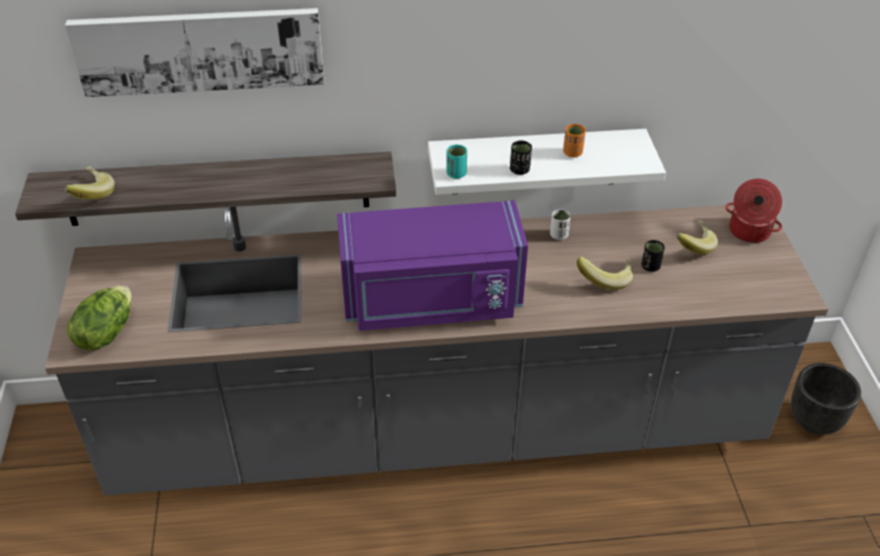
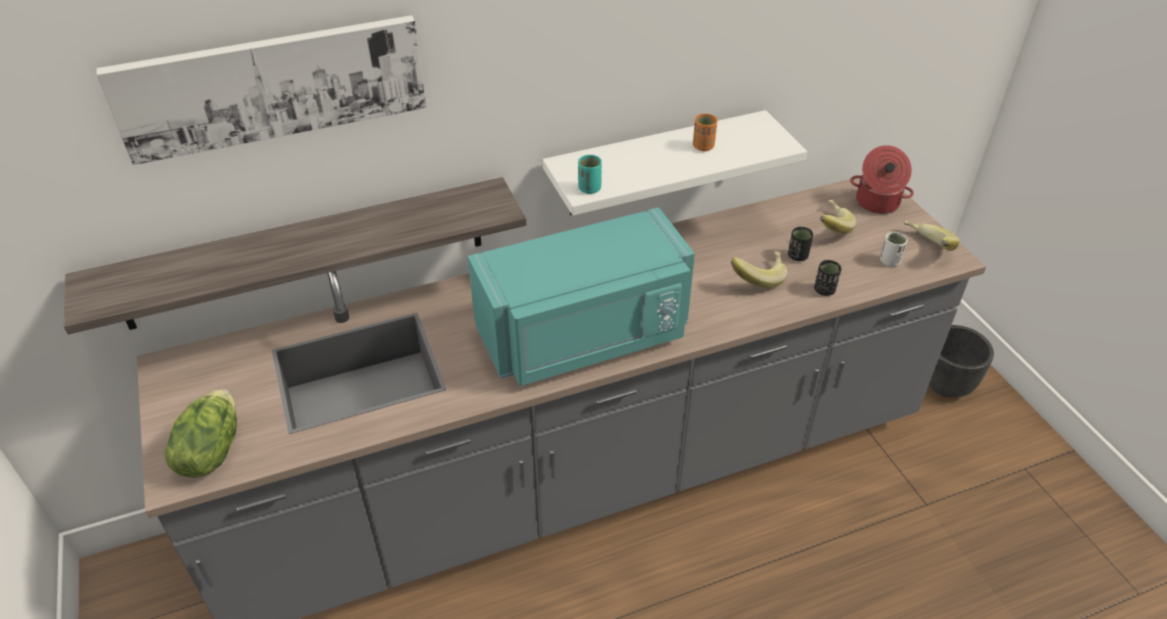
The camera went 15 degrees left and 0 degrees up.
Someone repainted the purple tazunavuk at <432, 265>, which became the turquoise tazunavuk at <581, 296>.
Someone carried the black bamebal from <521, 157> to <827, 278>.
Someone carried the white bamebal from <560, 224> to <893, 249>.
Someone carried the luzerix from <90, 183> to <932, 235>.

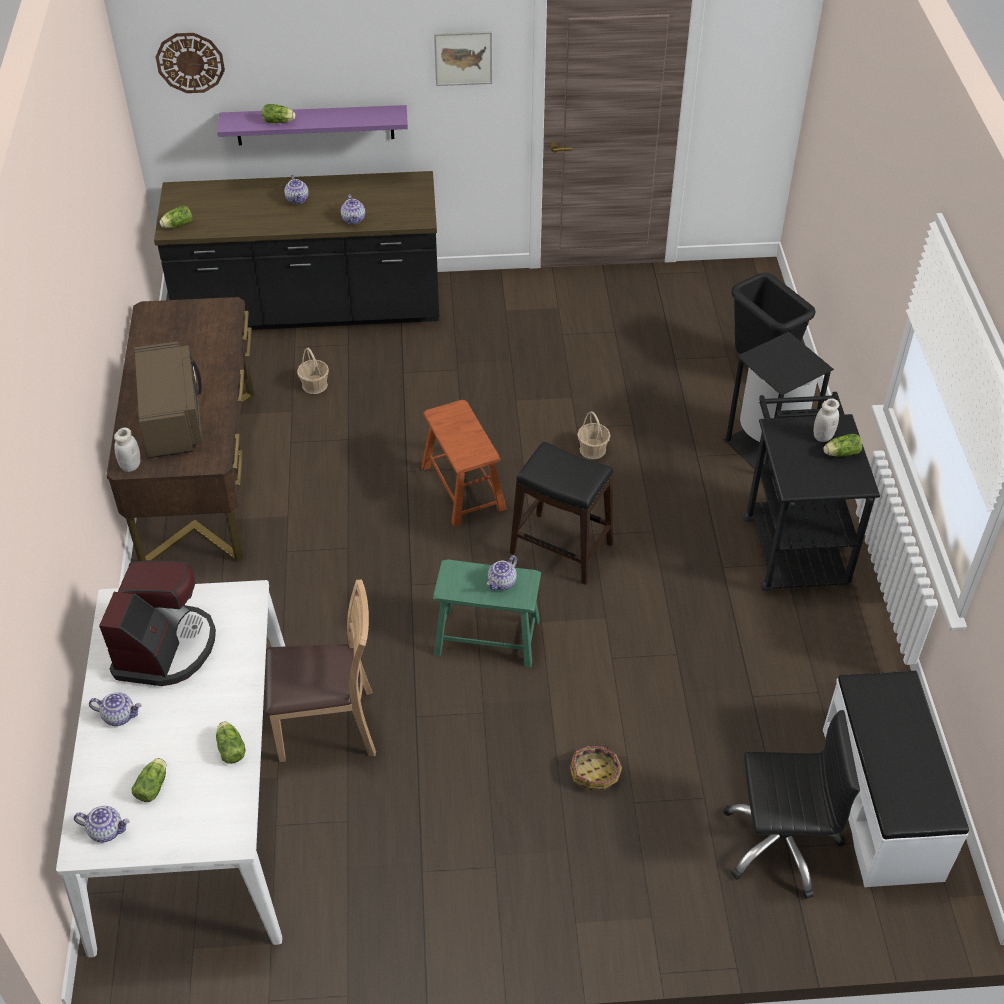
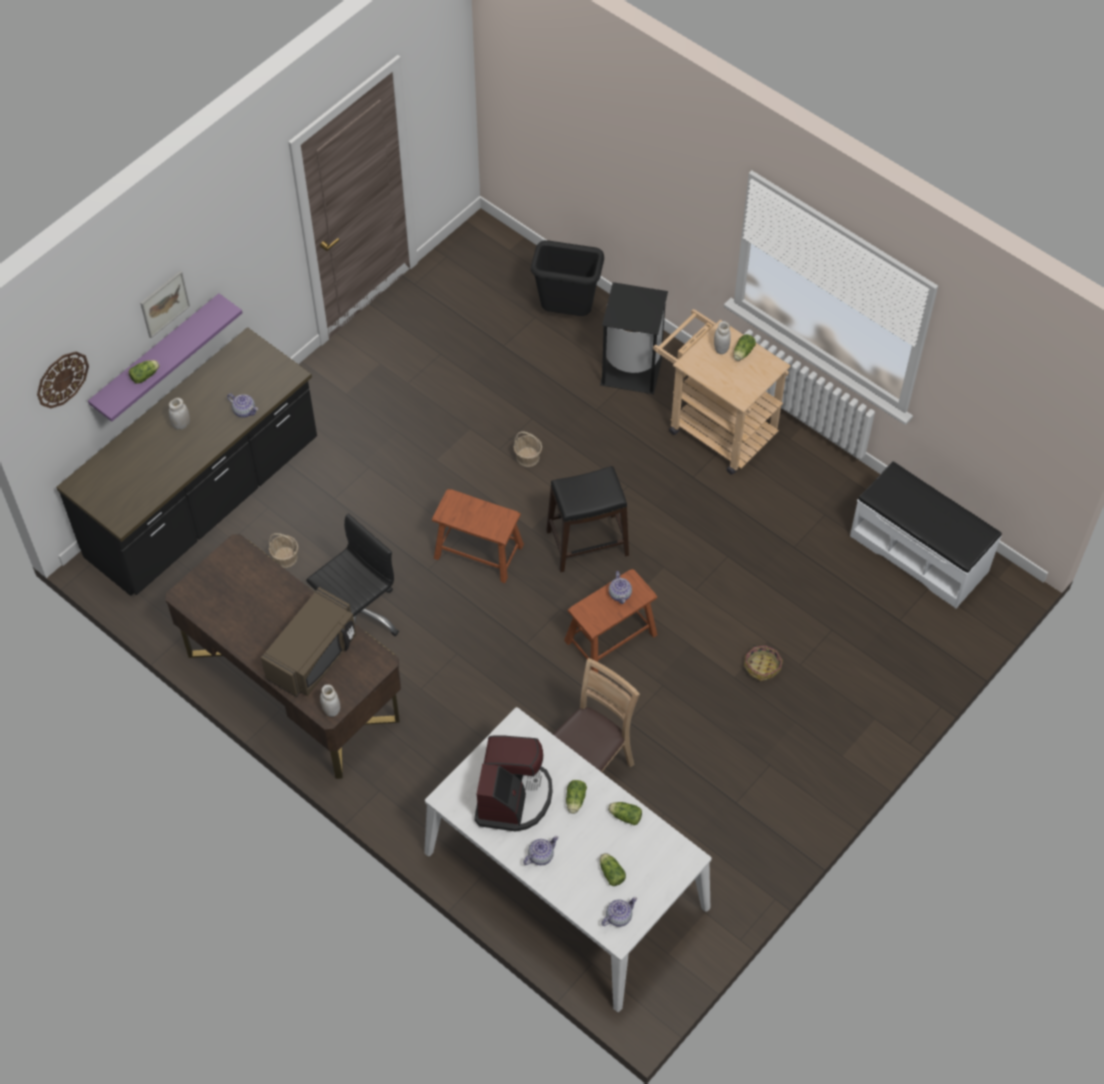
The camera went 45 degrees left and 10 degrees up.
Someone carried the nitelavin from <463, 58> to <165, 304>.
Someone swapped the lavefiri at <296, 189> for the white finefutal at <179, 414>.
Someone rotated the brown tazunavuk at <169, 400> by 90 degrees clockwise.
Someone carried the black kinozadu from <791, 804> to <352, 574>.
Someone rotated the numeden at <157, 623> by 45 degrees clockwise.
Someone repainted the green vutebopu at <487, 613>, which became the brown vutebopu at <610, 621>.
Someone carried the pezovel from <176, 217> to <576, 797>.
Someone repainted the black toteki at <812, 491>, which became the beige toteki at <722, 391>.

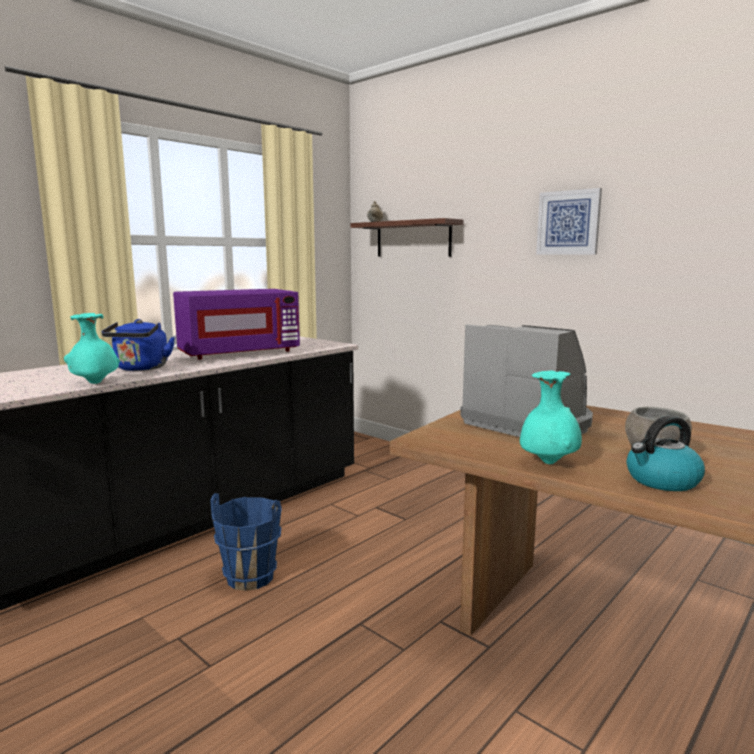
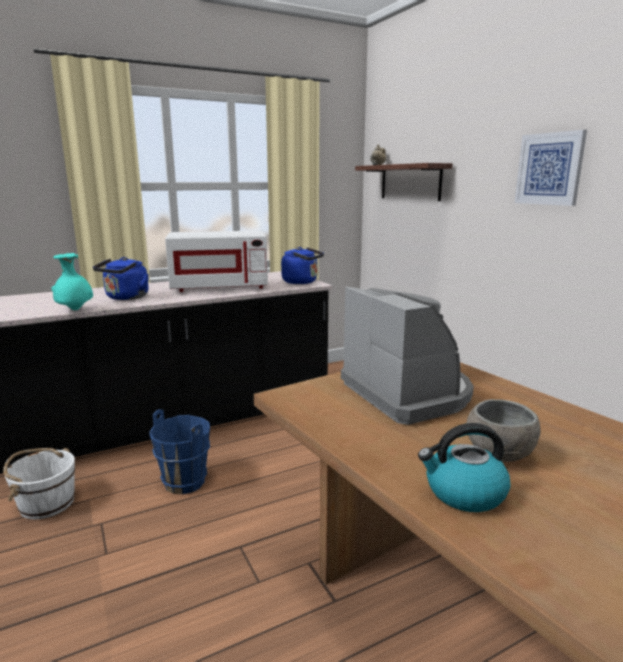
The camera went 20 degrees right and 5 degrees up.
Someone put down the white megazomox at <39, 483>.
Someone repainted the purple tazunavuk at <236, 324>, which became the white tazunavuk at <216, 261>.
Someone put down the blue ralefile at <302, 265>.
Someone took away the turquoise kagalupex at <551, 417>.

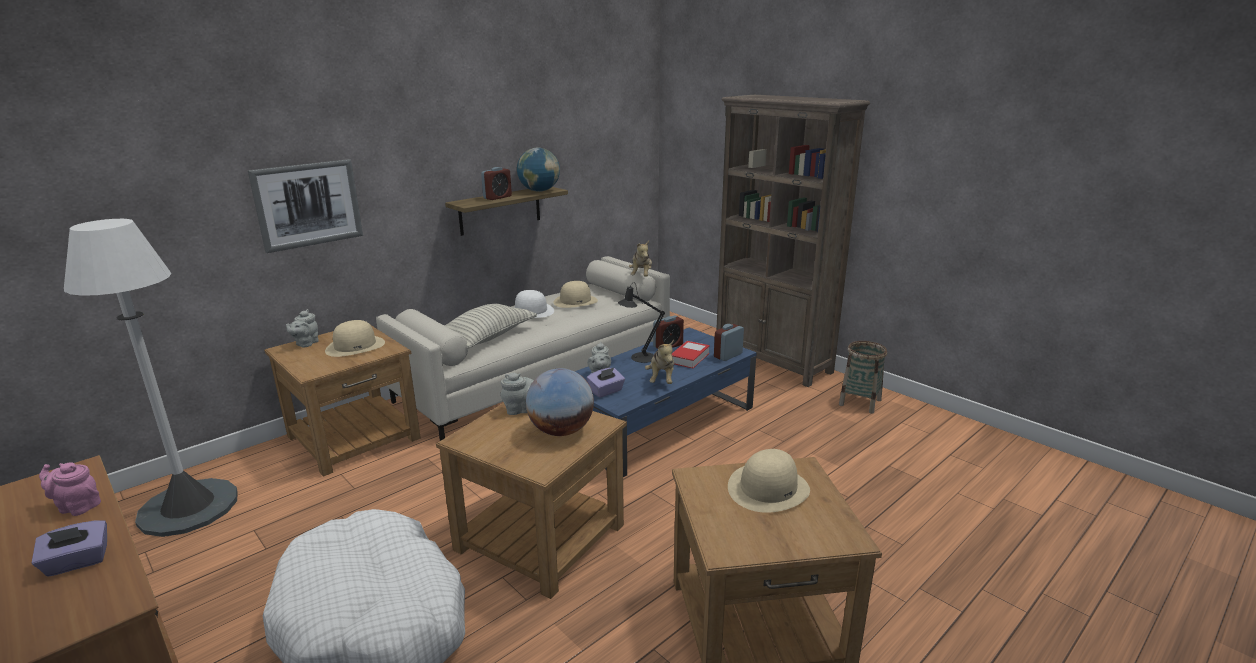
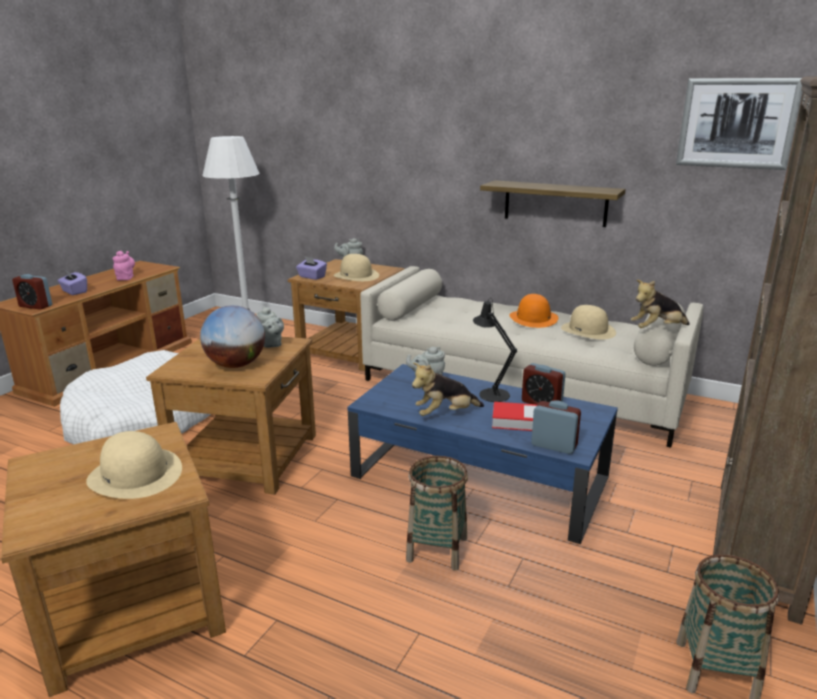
The camera went 70 degrees right and 0 degrees up.
Someone carried the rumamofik from <496, 183> to <32, 292>.
Someone carried the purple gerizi from <606, 383> to <311, 268>.
Someone put down the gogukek at <437, 513>.
Someone repainted the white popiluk at <533, 304>, which became the orange popiluk at <533, 311>.
Someone carried the nitelavin from <305, 206> to <739, 124>.
Someone took away the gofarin at <491, 326>.
Someone took away the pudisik at <538, 170>.

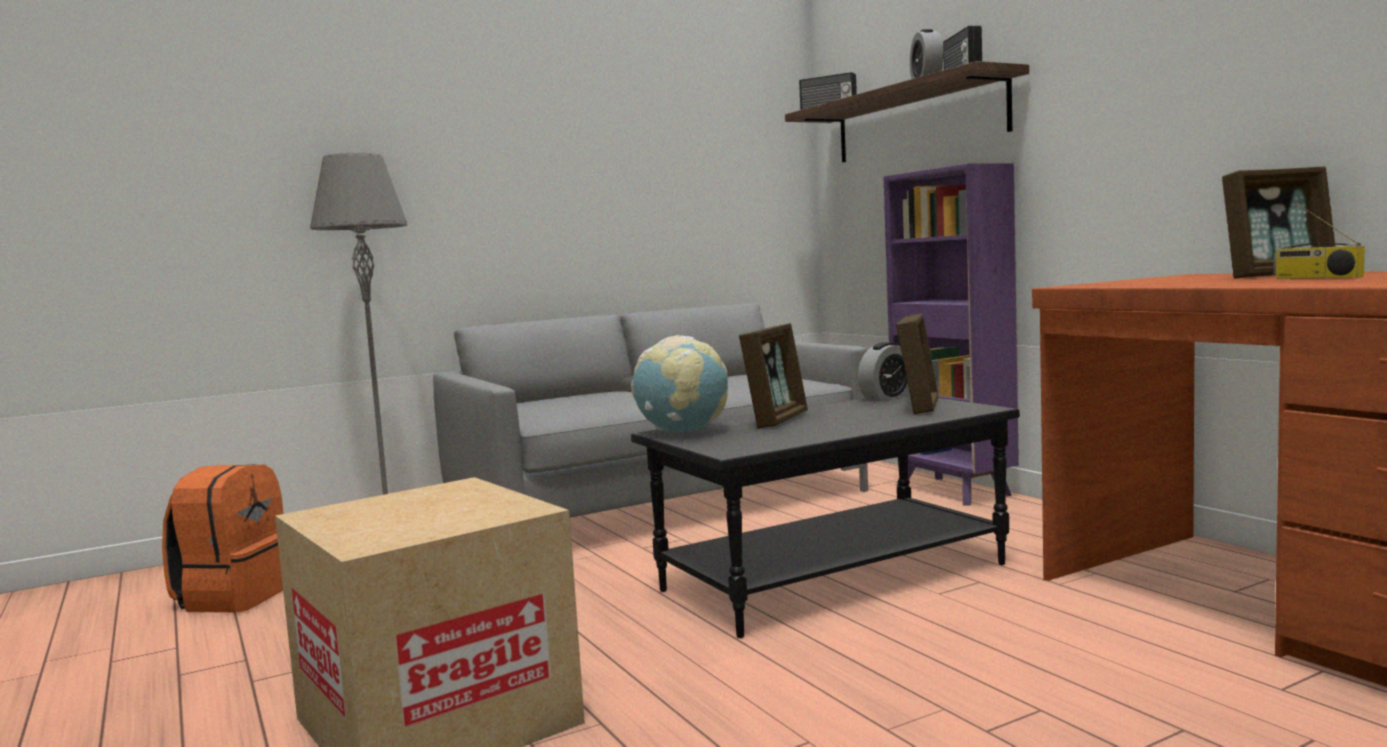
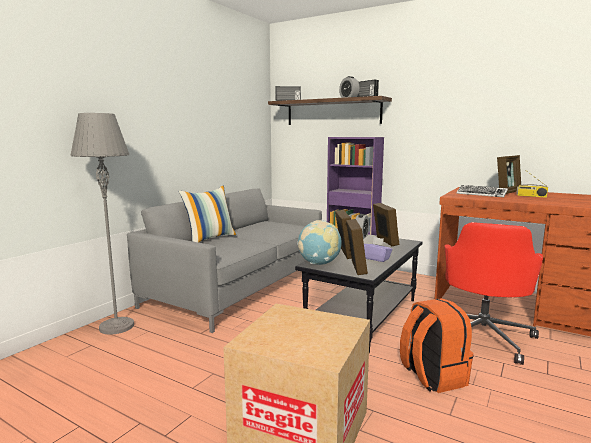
The camera went 30 degrees left and 5 degrees up.
Someone put down the gofarin at <207, 214>.
Someone put down the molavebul at <357, 247>.
Someone put down the purple gerizi at <378, 249>.
Someone carried the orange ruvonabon from <222, 538> to <436, 345>.
Someone put down the red kinozadu at <493, 293>.
Someone put down the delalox at <482, 191>.

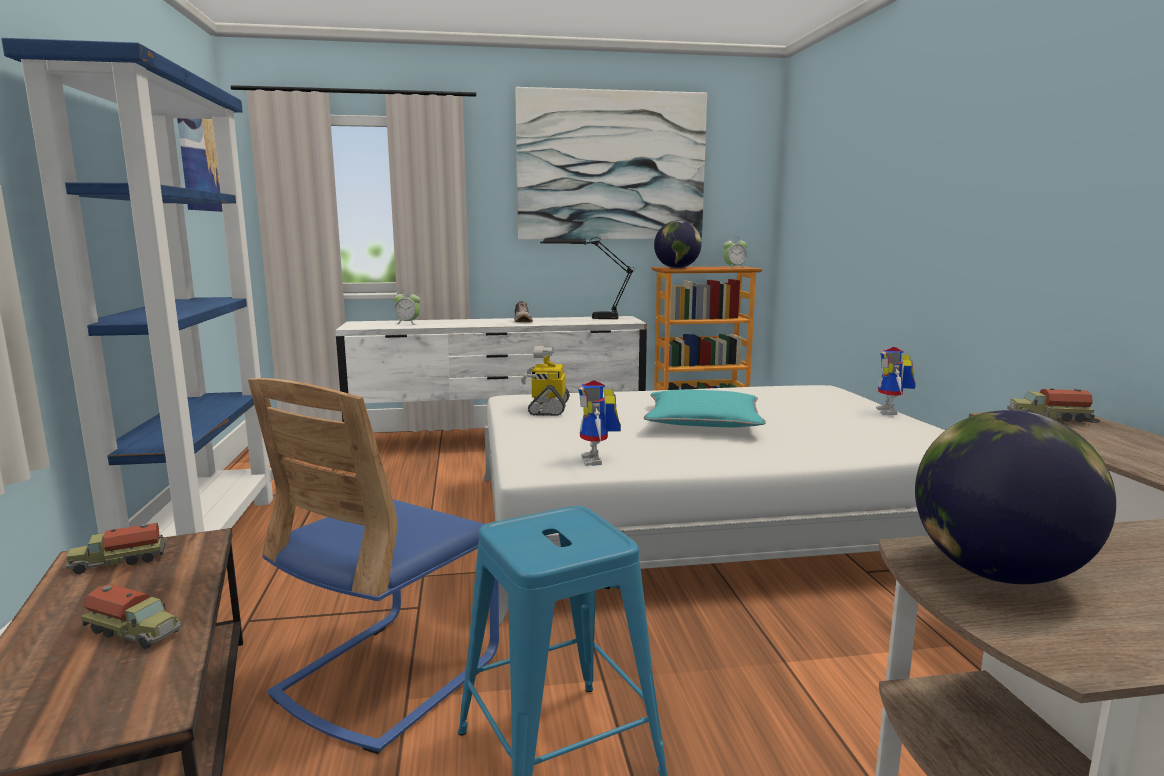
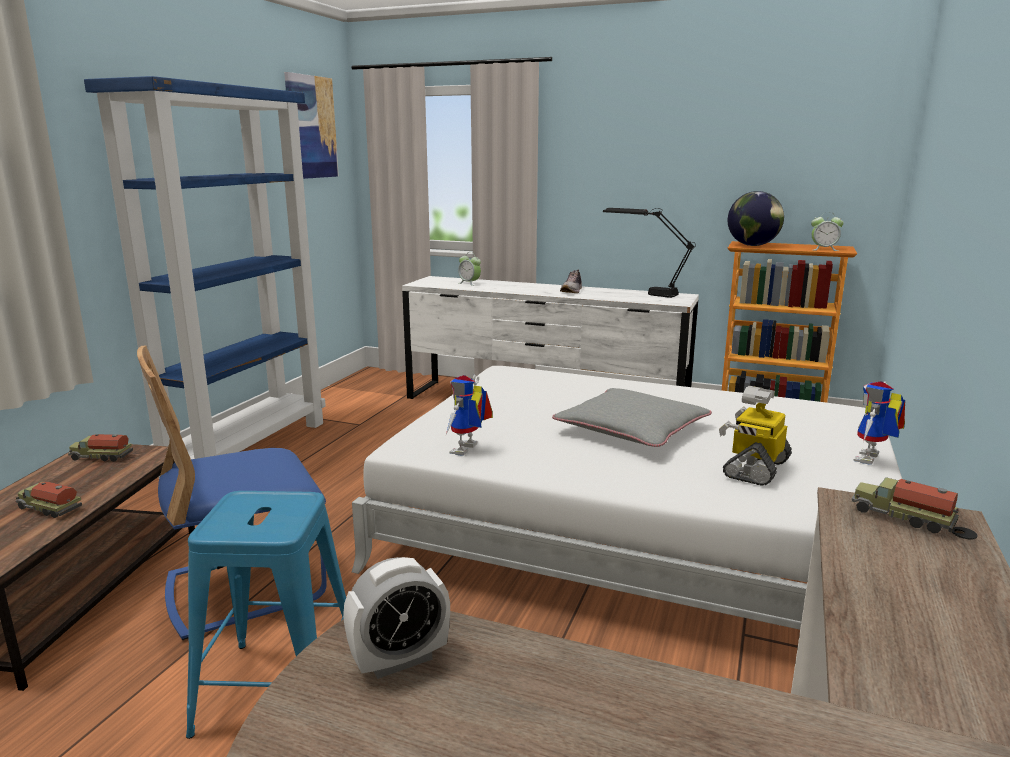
The camera went 30 degrees right and 5 degrees up.
Someone rotated the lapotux at <131, 617> by 150 degrees clockwise.
Someone swapped the pudisik at <1015, 497> for the rumamofik at <396, 618>.
Someone repainted the turquoise gofarin at <705, 408>, which became the grey gofarin at <632, 417>.
Someone carried the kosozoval from <545, 381> to <755, 436>.
Someone took away the nitelavin at <611, 163>.

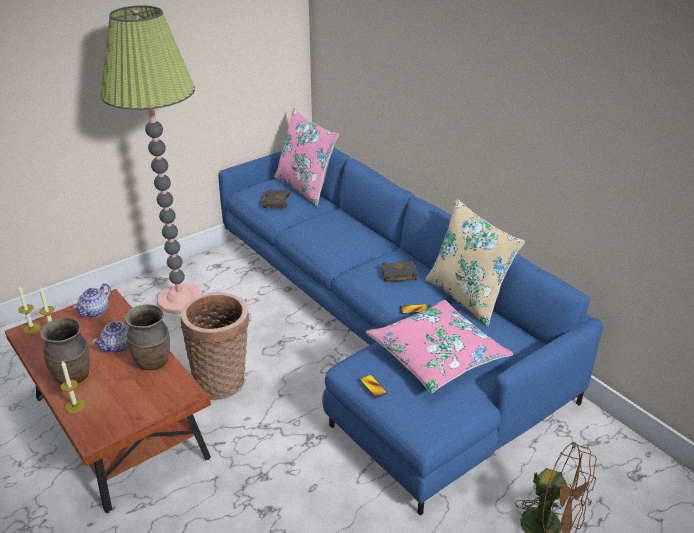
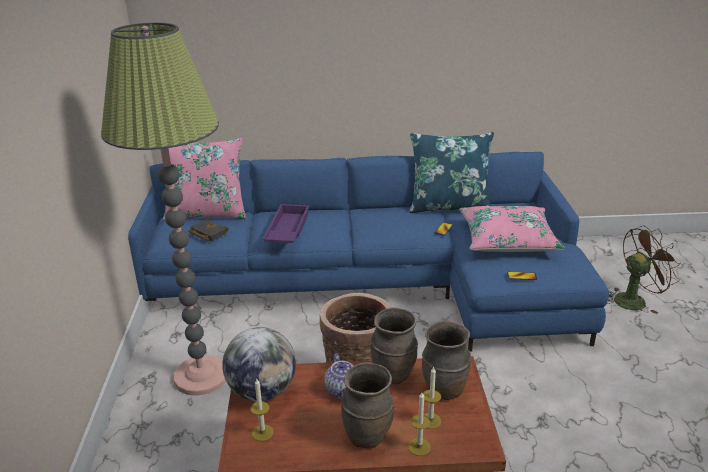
The camera went 55 degrees left and 5 degrees down.
Someone swapped the lavefiri at <92, 300> for the pudisik at <259, 364>.
Someone put down the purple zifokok at <286, 223>.
Someone repainted the beige gofarin at <475, 263>, which became the blue gofarin at <451, 172>.
Someone put down the brown kagalupex at <446, 360>.
Someone carried the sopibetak from <29, 310> to <432, 398>.
Someone took away the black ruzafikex at <399, 271>.

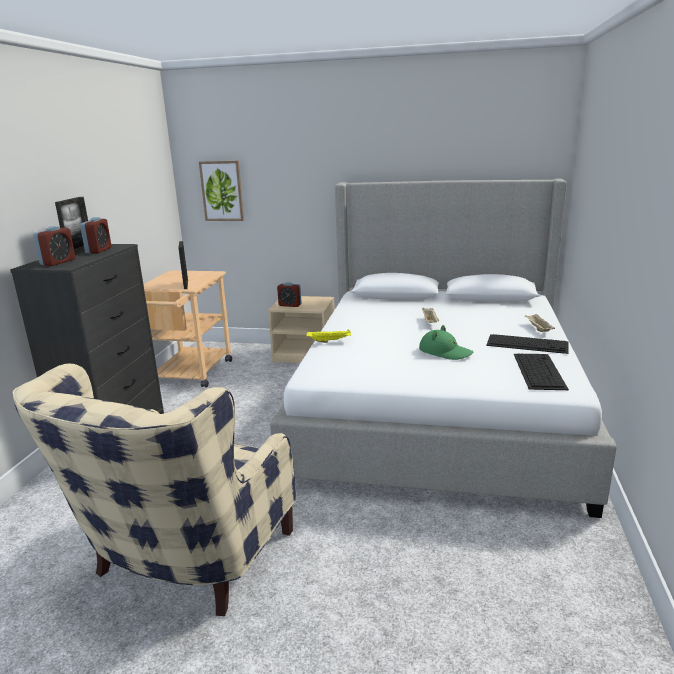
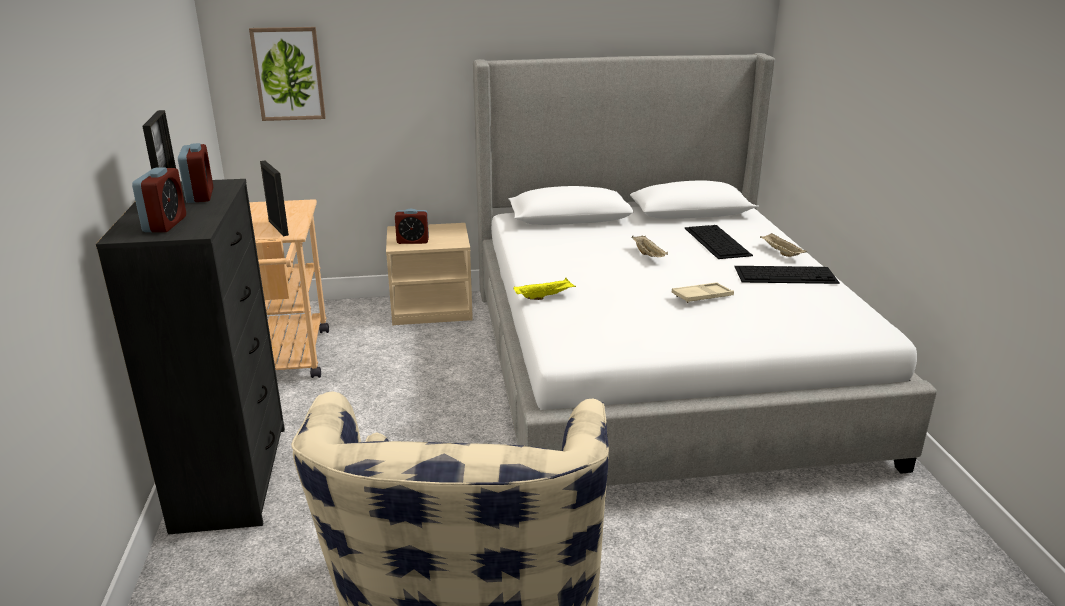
The camera went 20 degrees left and 5 degrees up.
Someone swapped the green popiluk at <446, 342> for the beige zifokok at <703, 292>.
Someone carried the delalox from <541, 372> to <718, 242>.

